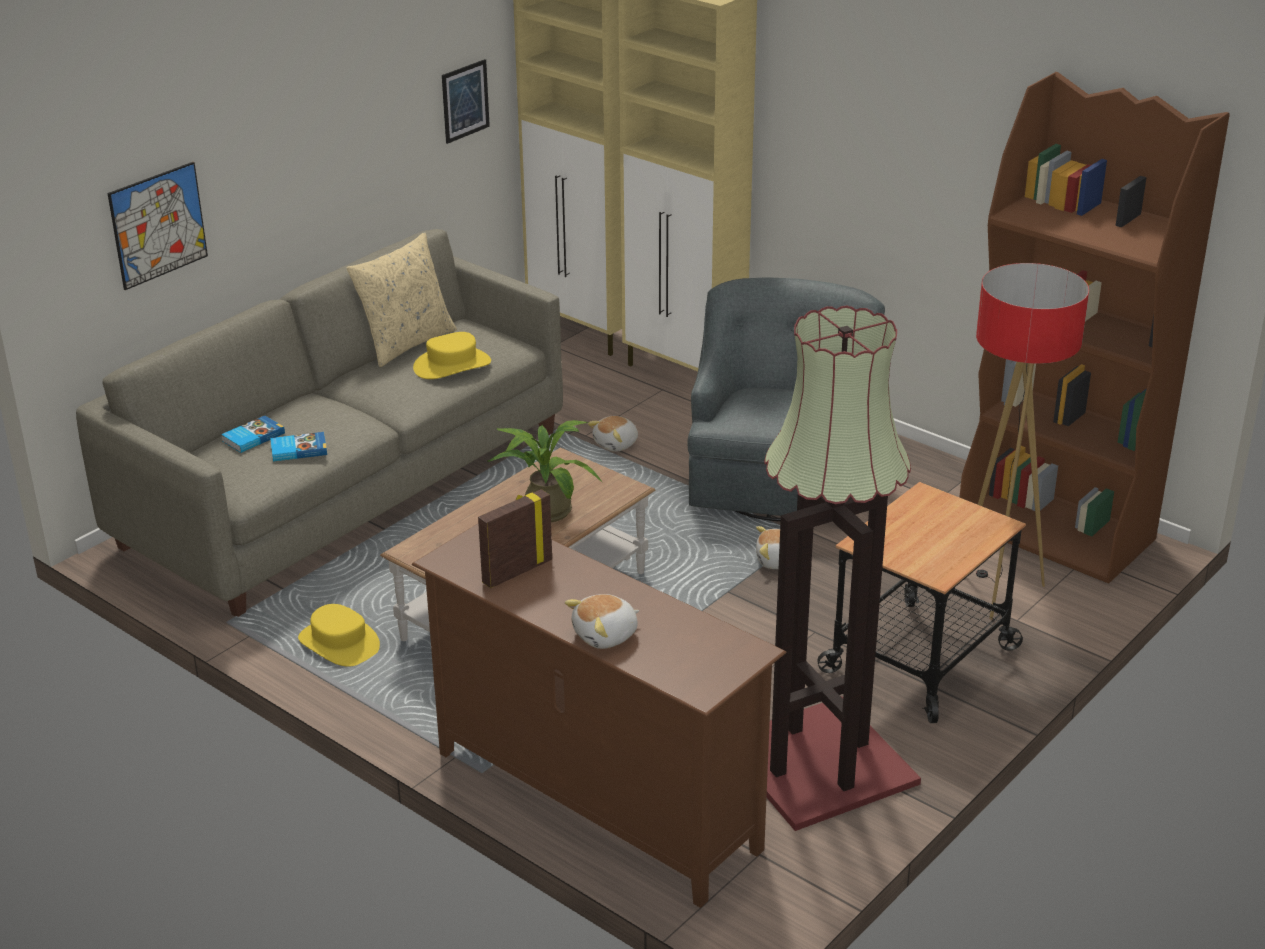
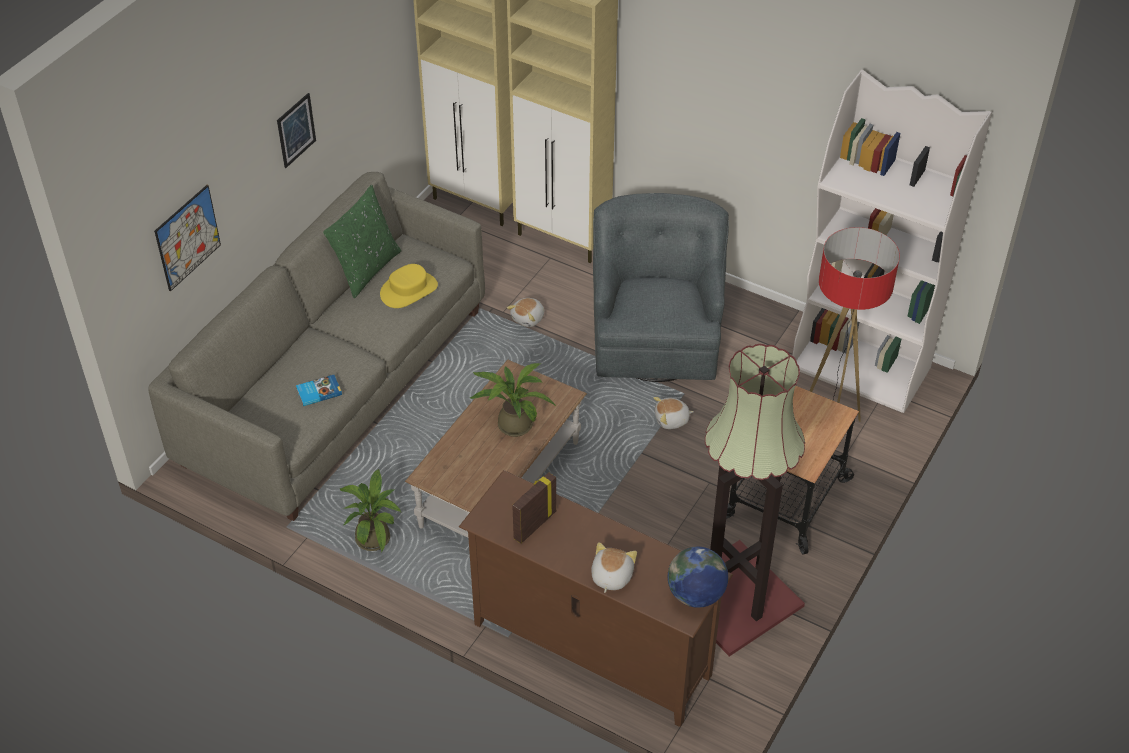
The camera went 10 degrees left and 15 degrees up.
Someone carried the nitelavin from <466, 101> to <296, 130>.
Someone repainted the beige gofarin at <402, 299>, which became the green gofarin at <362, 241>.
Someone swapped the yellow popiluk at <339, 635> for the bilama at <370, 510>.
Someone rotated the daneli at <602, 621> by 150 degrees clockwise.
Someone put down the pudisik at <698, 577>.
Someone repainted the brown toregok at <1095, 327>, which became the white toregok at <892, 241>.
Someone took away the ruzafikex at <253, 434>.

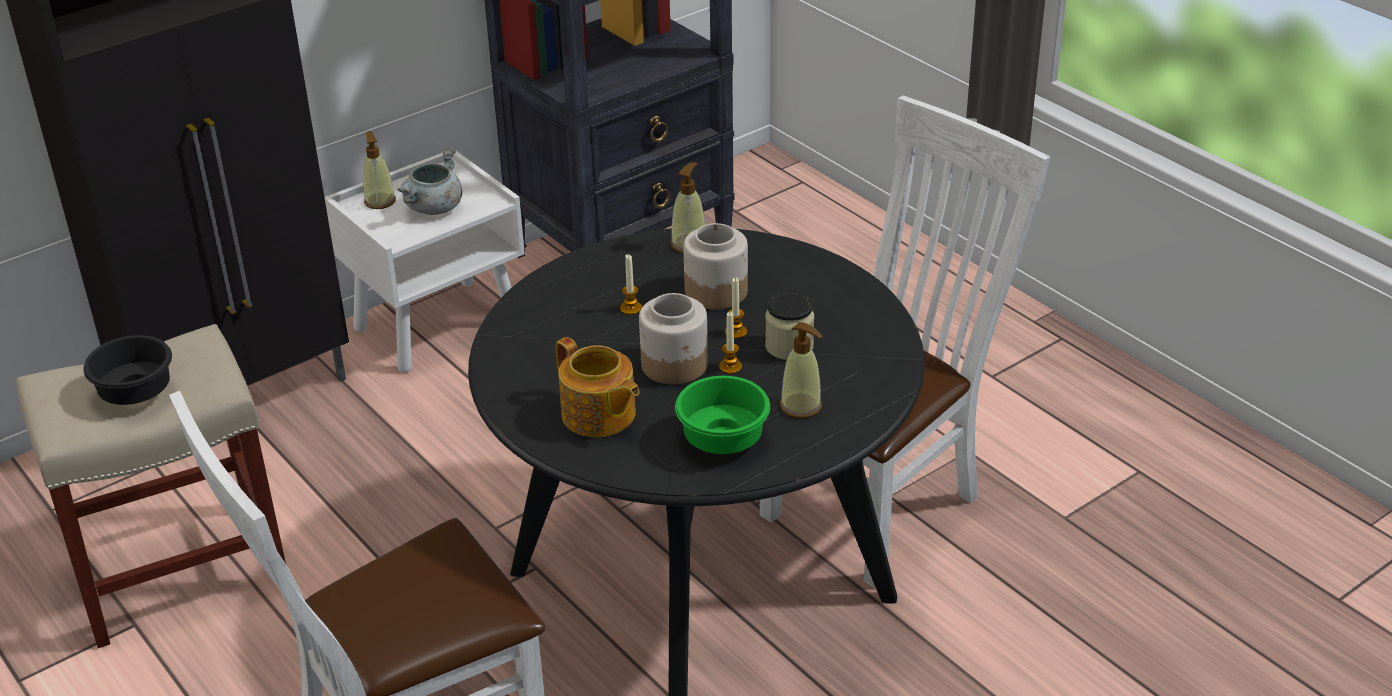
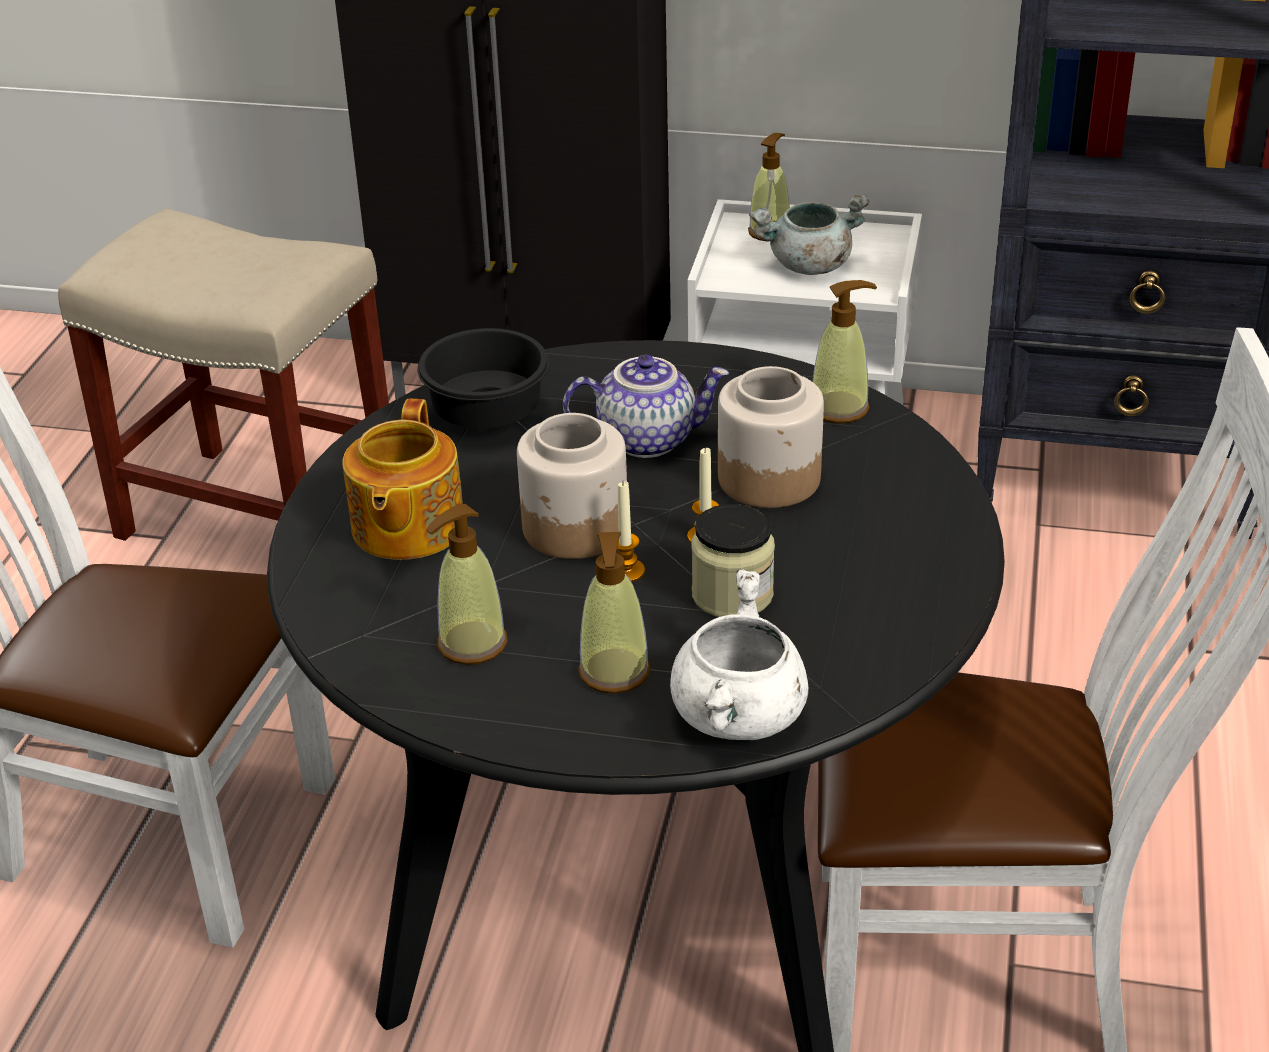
The camera went 50 degrees right and 0 degrees up.
Someone carried the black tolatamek from <127, 370> to <483, 378>.
Someone swapped the green tolatamek at <722, 415> for the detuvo at <467, 584>.
Someone swapped the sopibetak at <631, 284> for the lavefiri at <646, 406>.
Someone put down the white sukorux at <739, 654>.

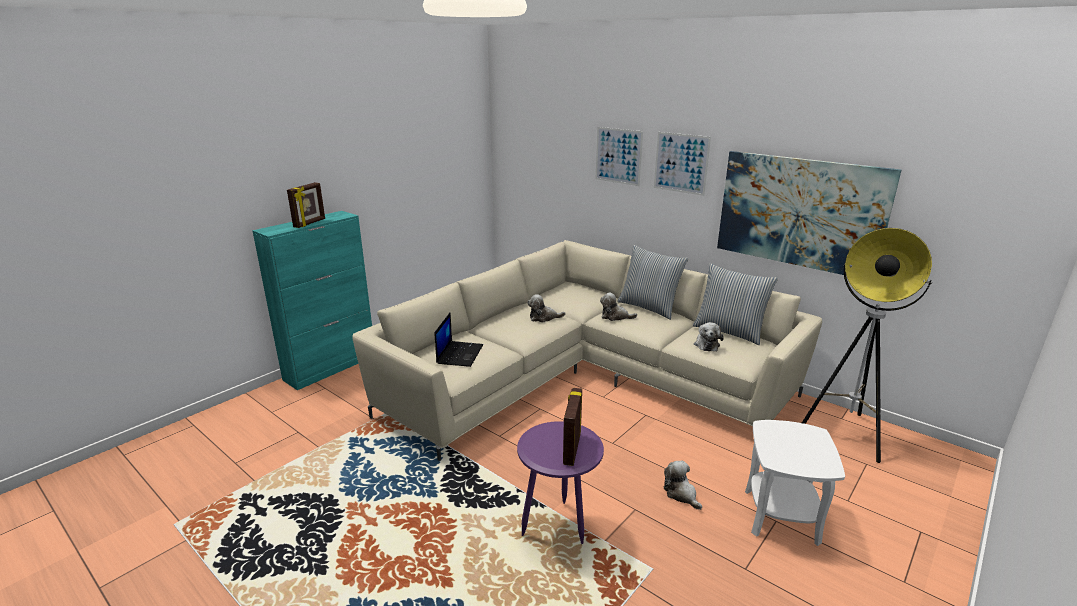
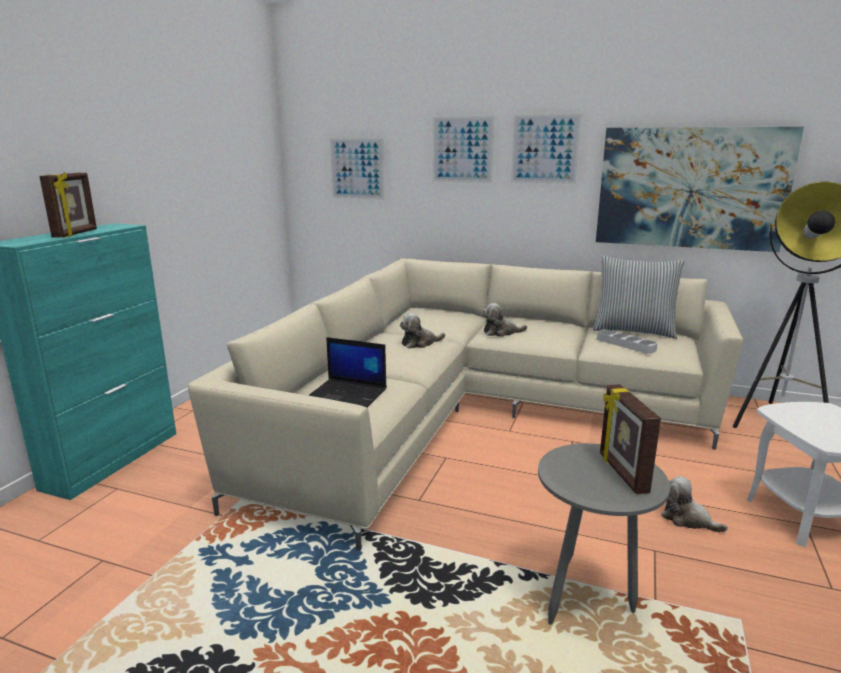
The camera went 20 degrees left and 5 degrees down.
Someone rotated the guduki at <459, 340> by 120 degrees clockwise.
Someone put up the nitelavin at <357, 169>.
Someone repainted the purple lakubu at <560, 482>, which became the grey lakubu at <604, 534>.
Someone swapped the daneli at <709, 336> for the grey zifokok at <627, 341>.
Someone took away the gofarin at <652, 282>.

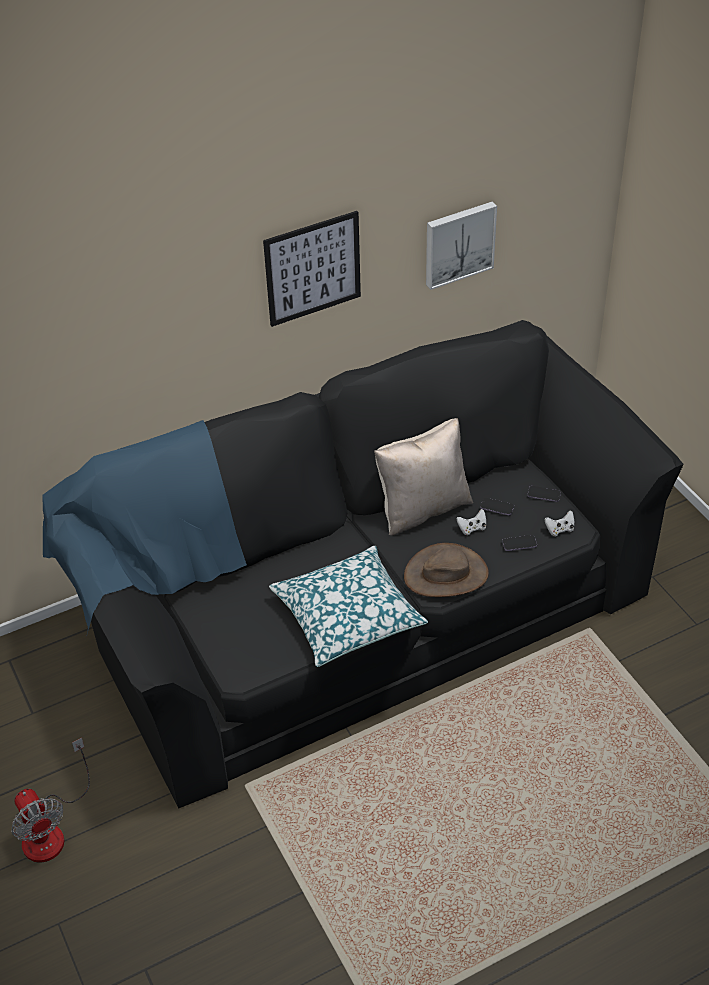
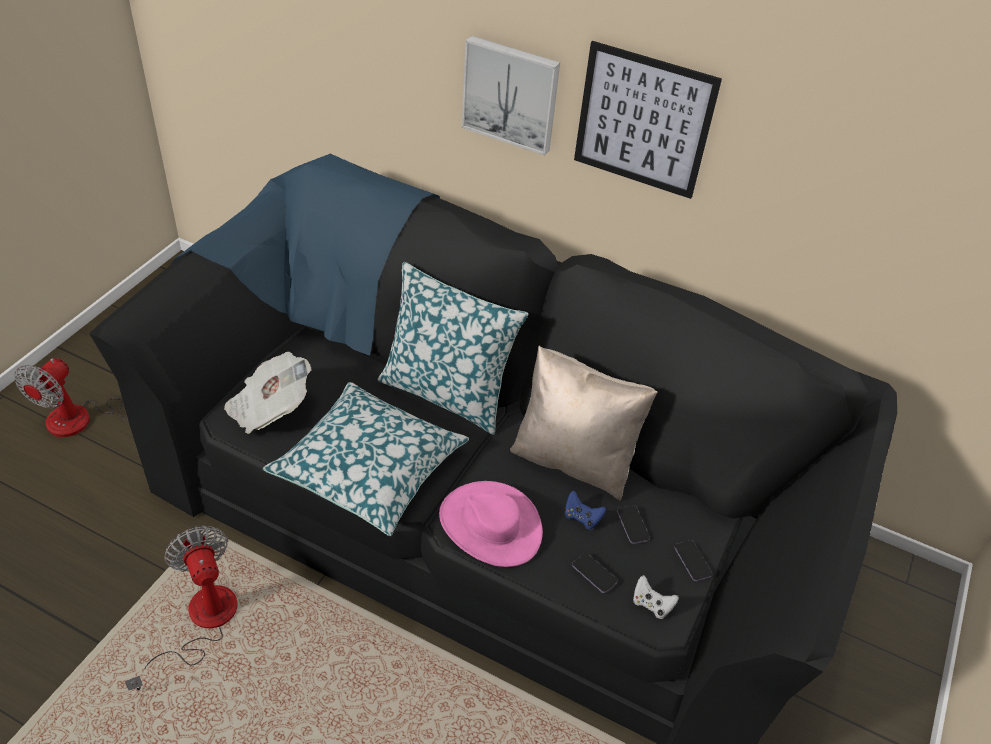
The camera went 50 degrees right and 0 degrees up.
Someone put down the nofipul at <181, 608>.
Someone put down the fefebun at <268, 393>.
Someone put down the gofarin at <453, 348>.
Someone repainted the brown popiluk at <446, 570>, which became the pink popiluk at <491, 524>.
Someone carried the nitelavin from <461, 246> to <511, 96>.
Someone repainted the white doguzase at <471, 522>, which became the blue doguzase at <585, 510>.

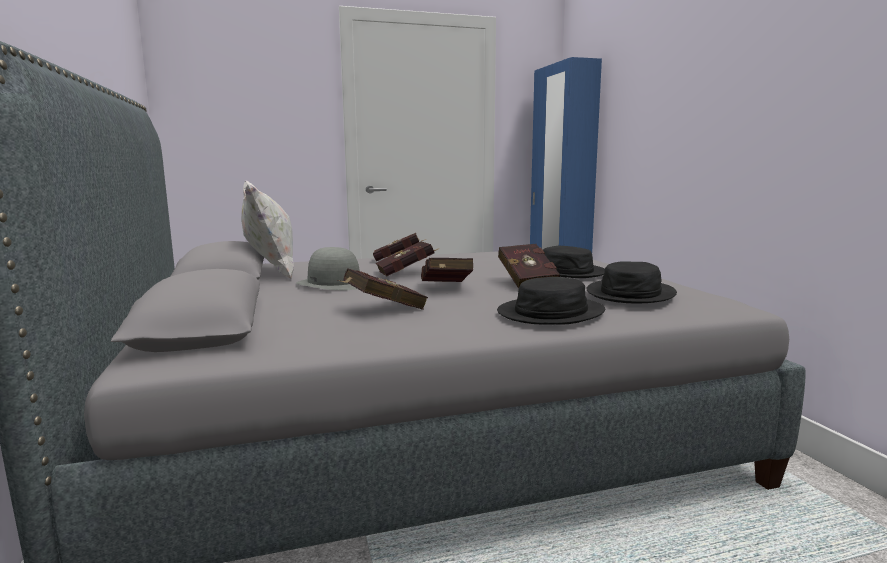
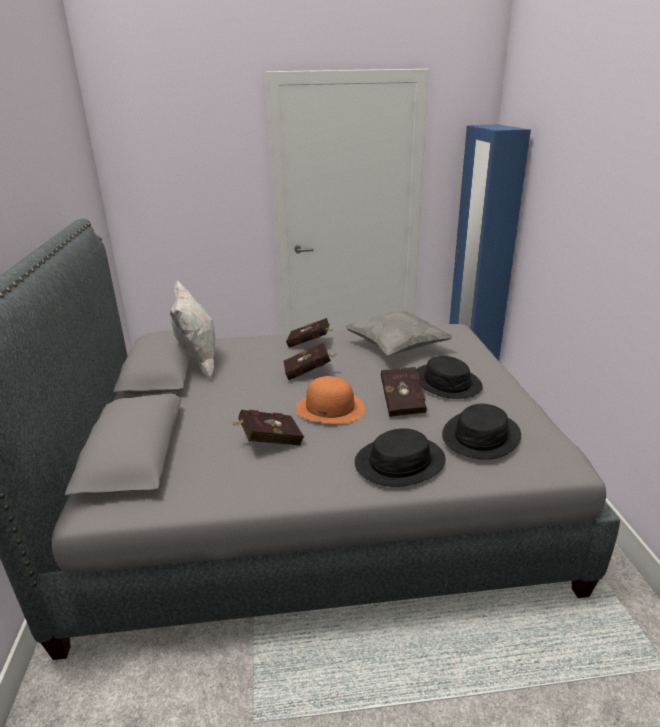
The camera went 10 degrees right and 15 degrees up.
Someone swapped the red ruzafikex at <447, 270> for the orange popiluk at <330, 400>.
Someone put down the grey gofarin at <399, 333>.
Someone took away the grey popiluk at <328, 268>.

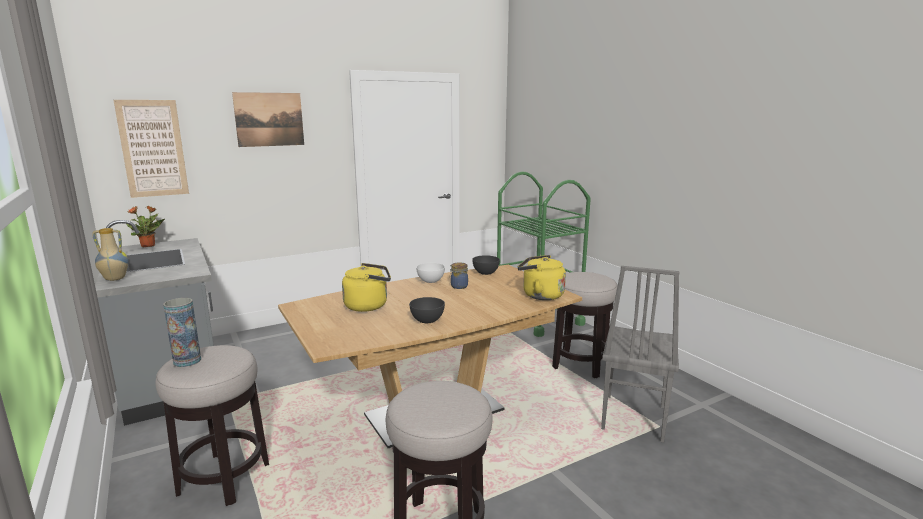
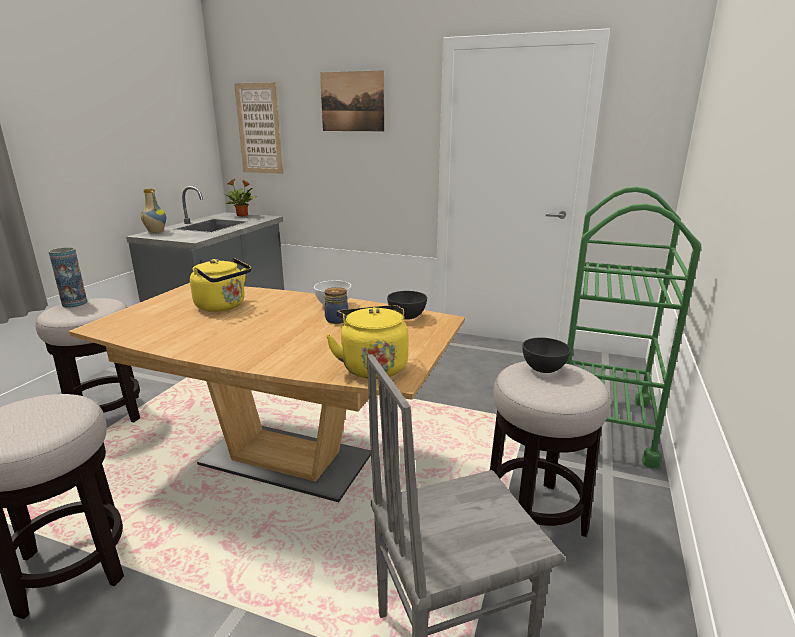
The camera went 50 degrees right and 5 degrees up.
Someone carried the grey tolatamek from <427, 310> to <546, 355>.

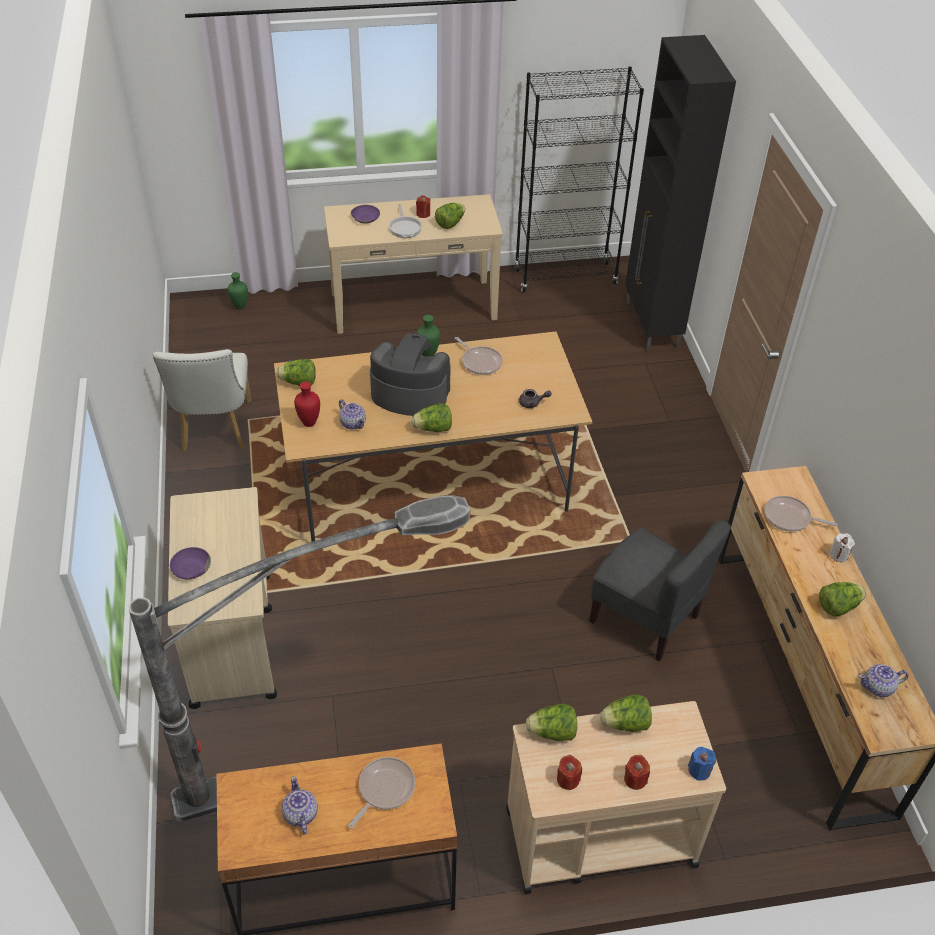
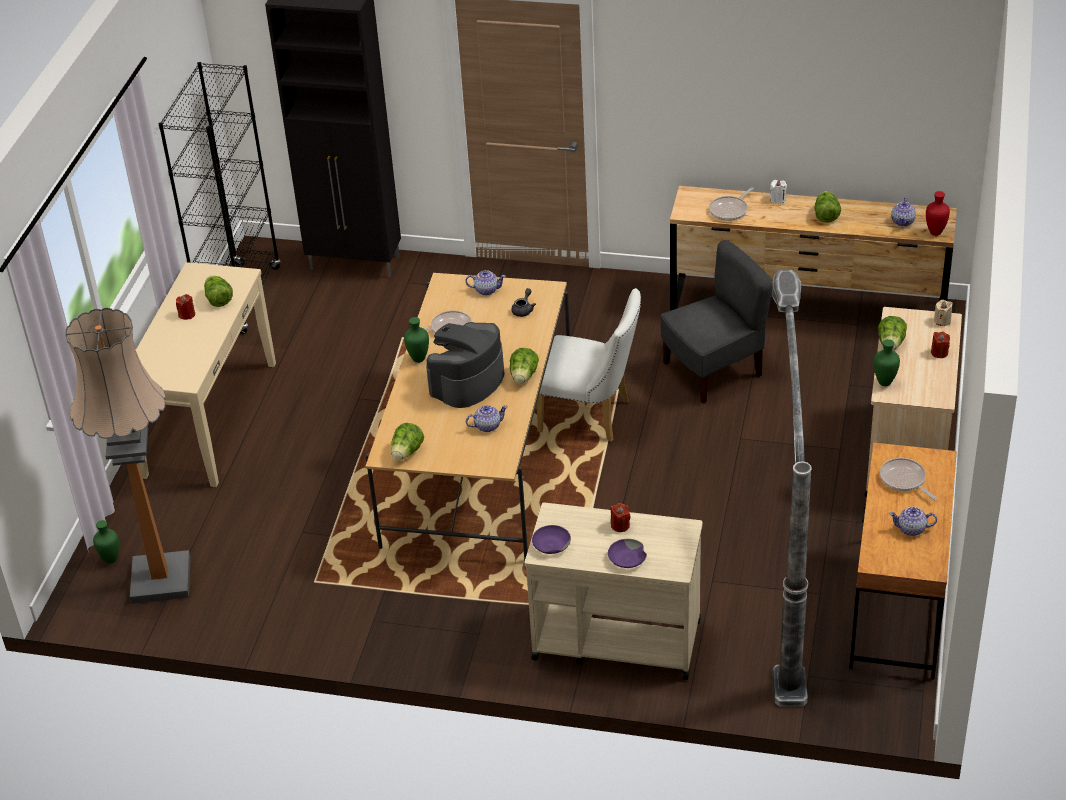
The camera went 65 degrees left and 5 degrees down.
Someone put down the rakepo at <128, 456>.
Someone put down the lavefiri at <485, 282>.
Someone carried the purple tolatamek from <365, 214> to <551, 539>.
Someone carried the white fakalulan from <201, 400> to <589, 365>.
Someone carried the red sopibetak from <569, 772> to <620, 517>.
Someone swapped the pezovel at <551, 722> for the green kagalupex at <887, 362>.
Someone carried the red kagalupex from <307, 404> to <938, 213>.
Someone repainted the blue sopibetak at <702, 764>, which became the beige sopibetak at <943, 313>.
Someone took away the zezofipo at <405, 221>.

